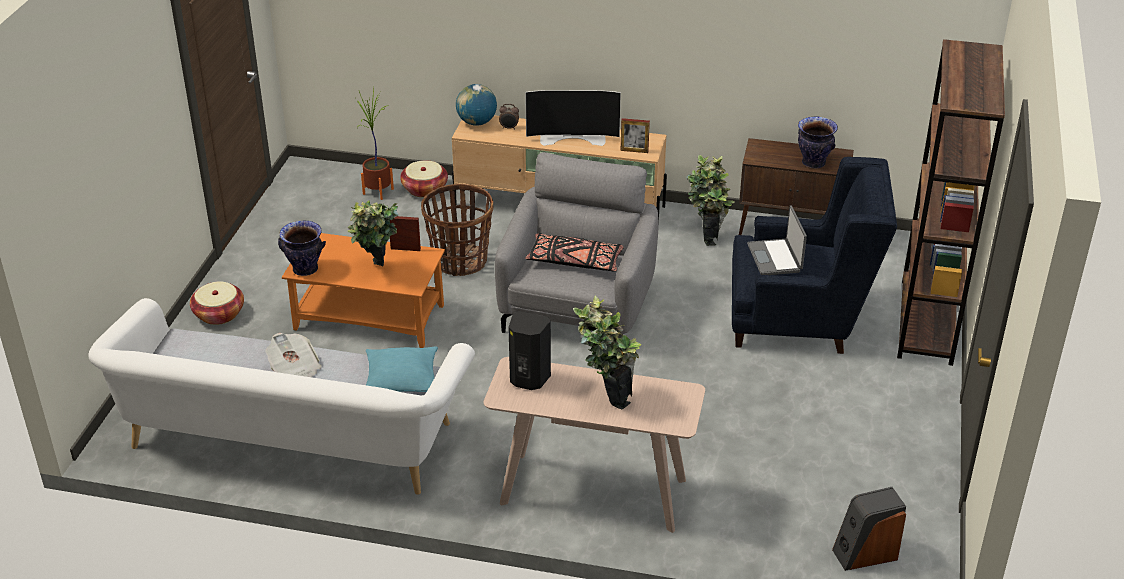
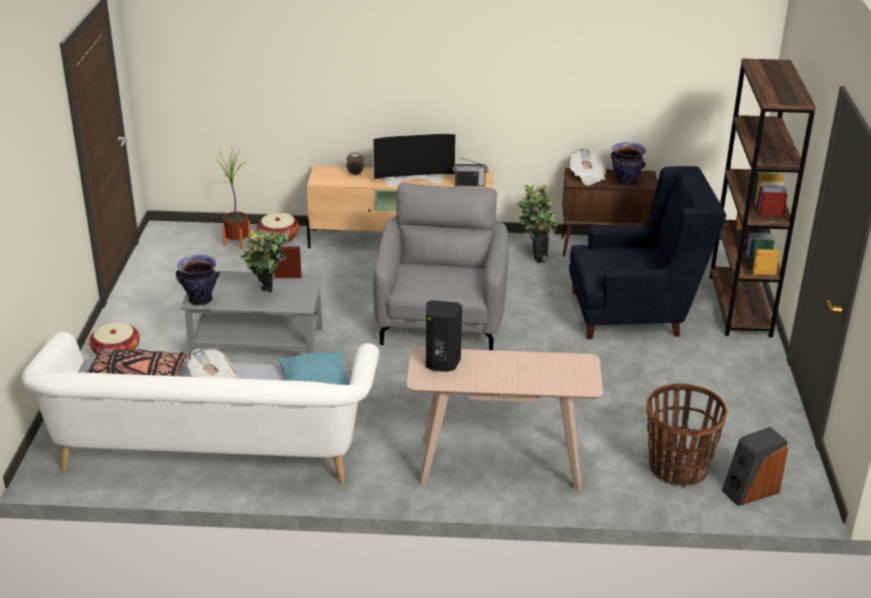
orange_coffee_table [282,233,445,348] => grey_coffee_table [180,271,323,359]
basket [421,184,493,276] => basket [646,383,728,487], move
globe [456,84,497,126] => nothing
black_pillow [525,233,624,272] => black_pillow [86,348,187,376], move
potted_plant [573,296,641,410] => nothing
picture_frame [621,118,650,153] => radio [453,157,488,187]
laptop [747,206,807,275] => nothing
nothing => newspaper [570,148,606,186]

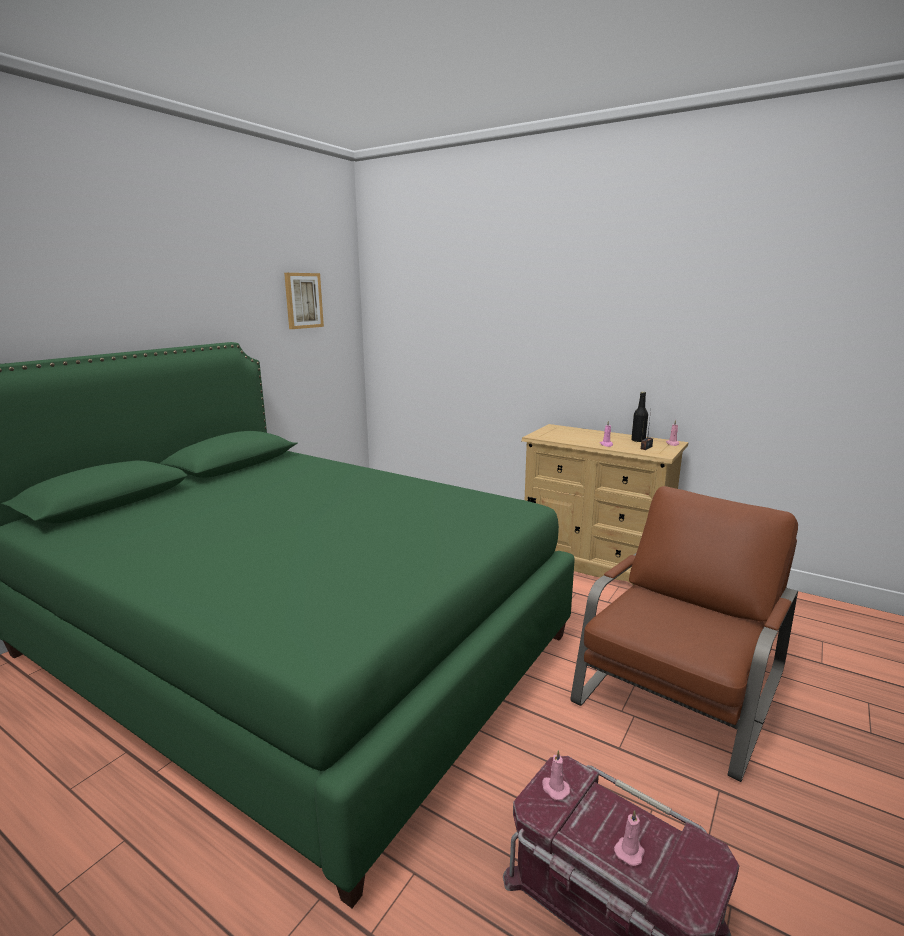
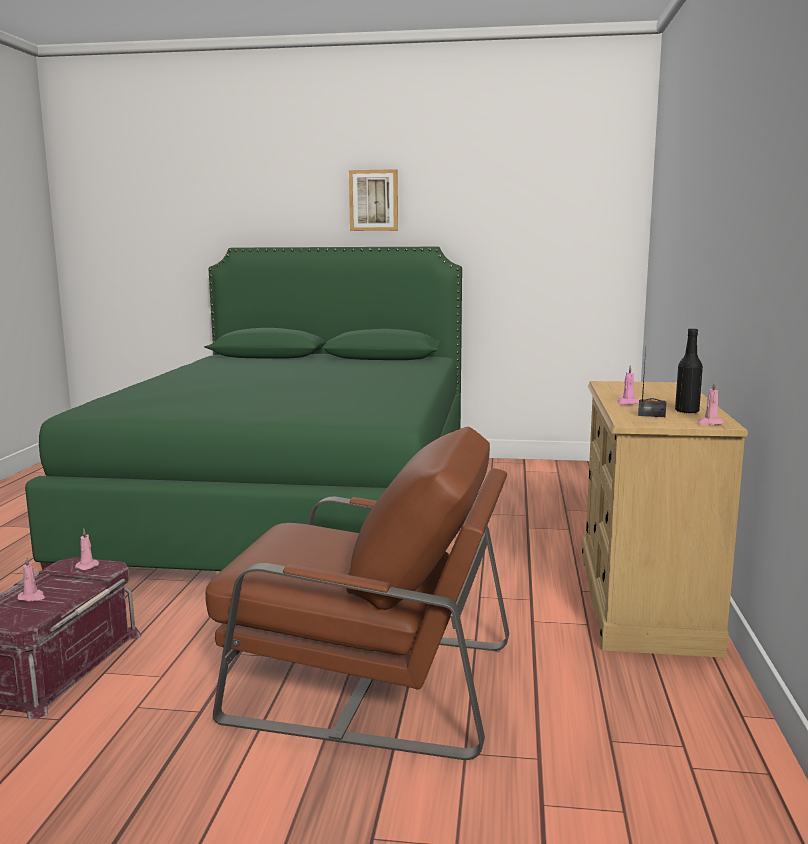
picture [284,273,324,329] => picture [349,169,398,231], move

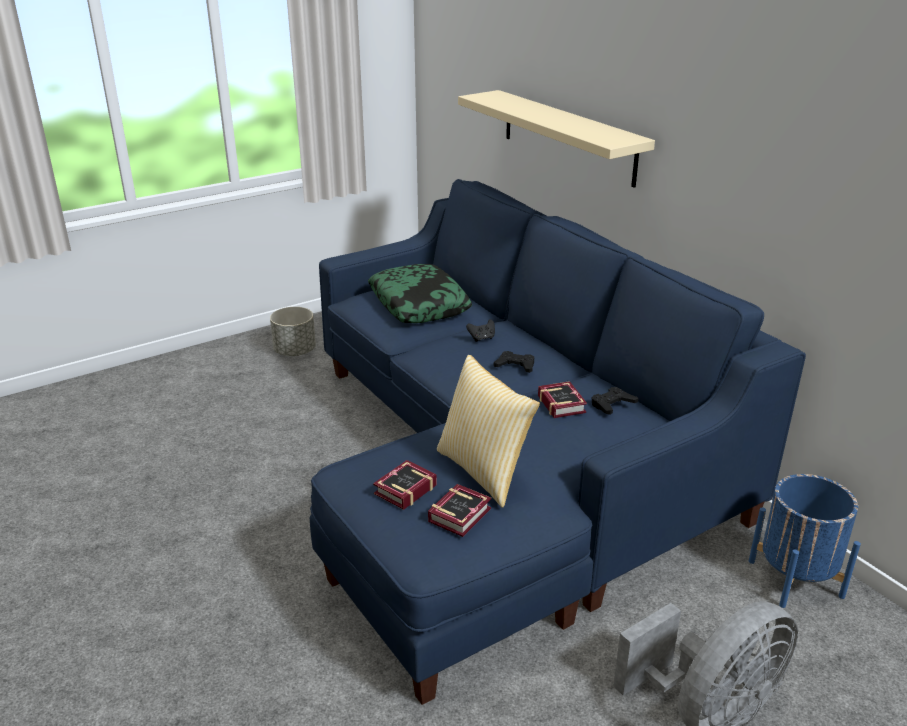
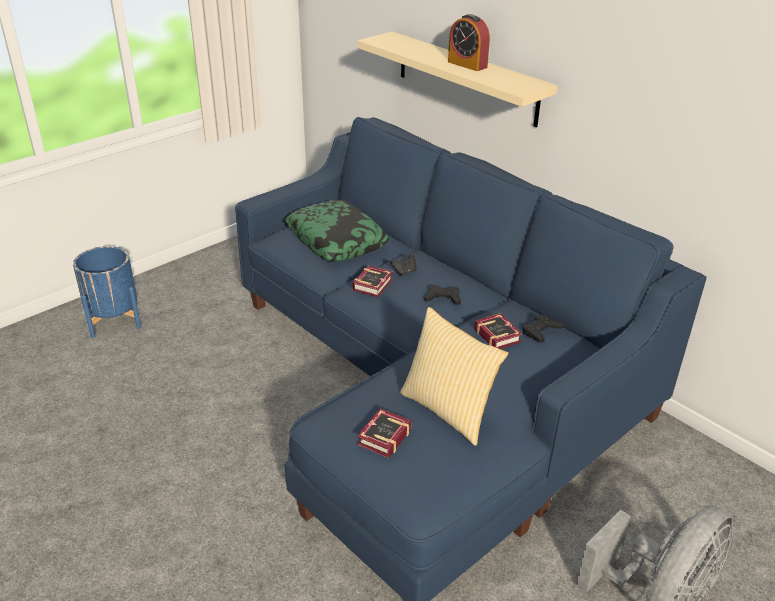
grey_planter [270,307,316,356] => nothing
book [428,484,491,537] => book [353,266,393,297], move
blue_planter [749,474,861,608] => blue_planter [73,246,141,338], move
nothing => alarm_clock [448,14,490,71]

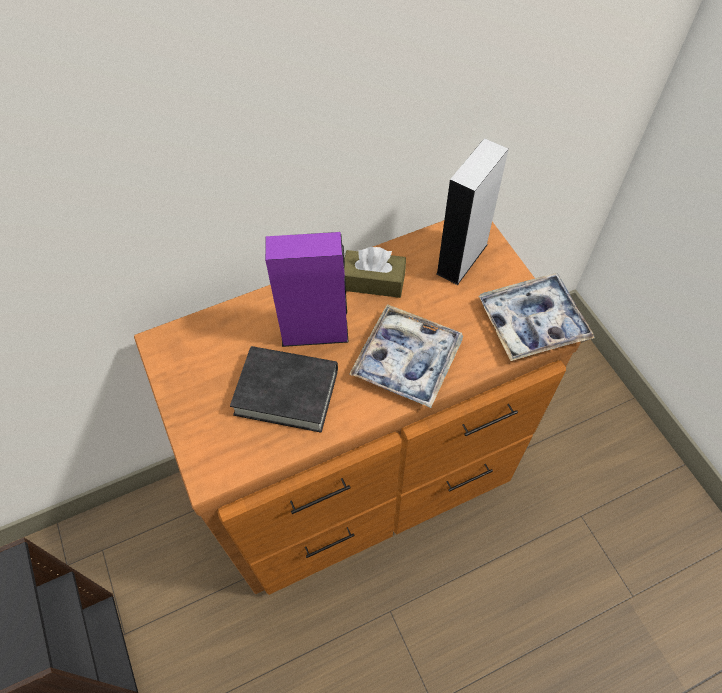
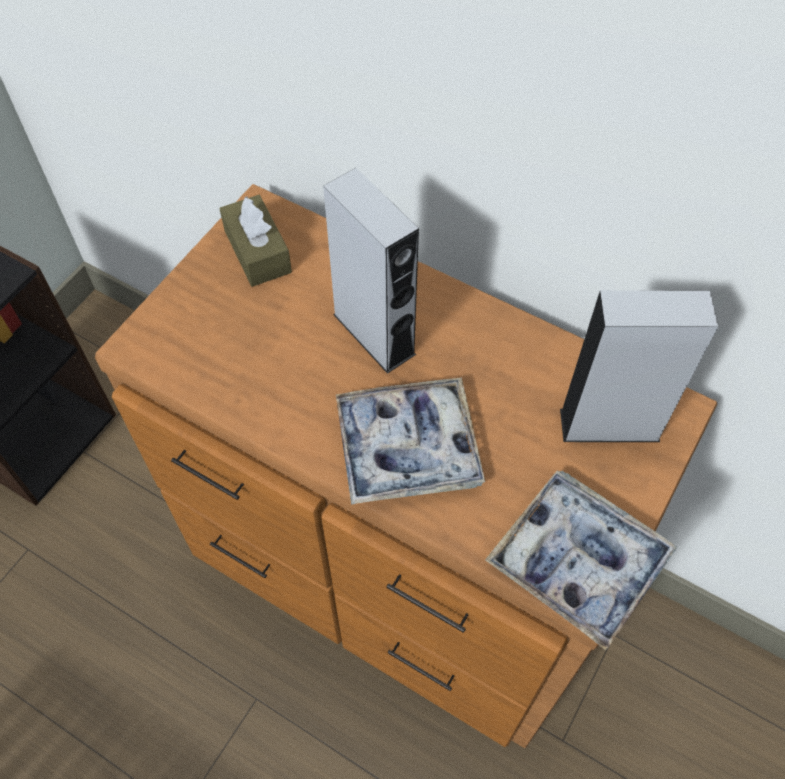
black_book [230,346,338,433] => nothing
purple_speaker [265,232,349,347] => grey_speaker [323,168,419,374]
brown_tissue_box [344,247,406,298] => brown_tissue_box [219,195,292,287], move

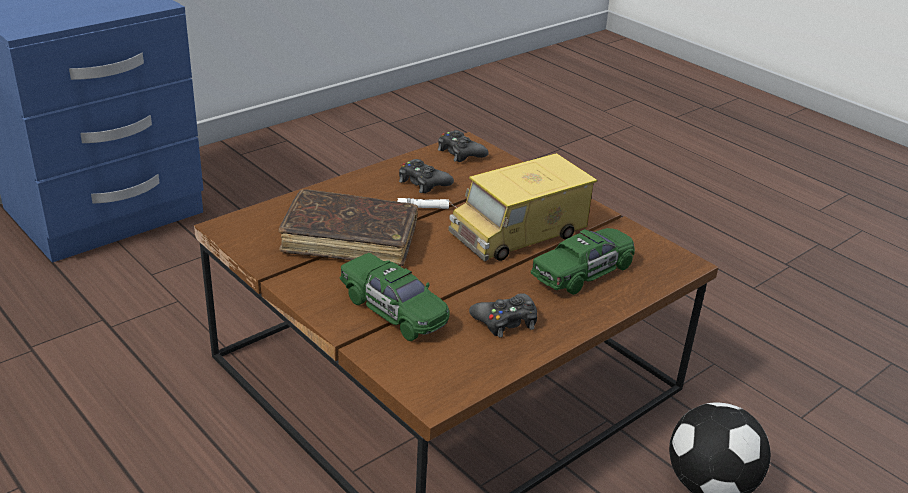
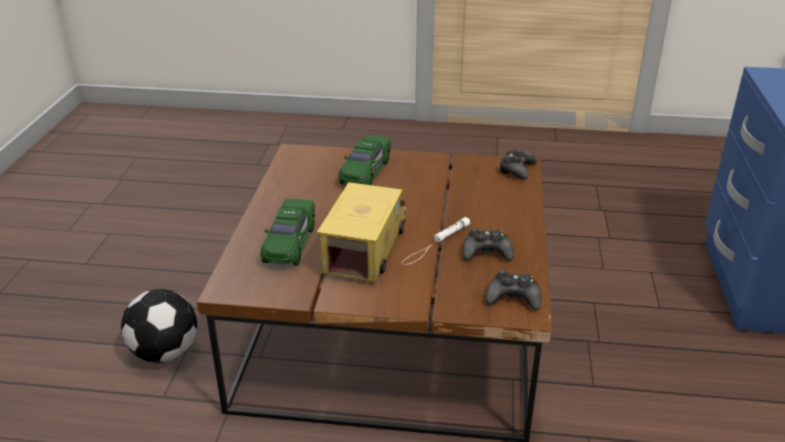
brown_book [279,189,418,267] => nothing
green_toy_car [340,253,450,341] => green_toy_car [338,135,391,185], 75 degrees counterclockwise
black_game_controller [469,293,537,337] => black_game_controller [499,149,537,180], move

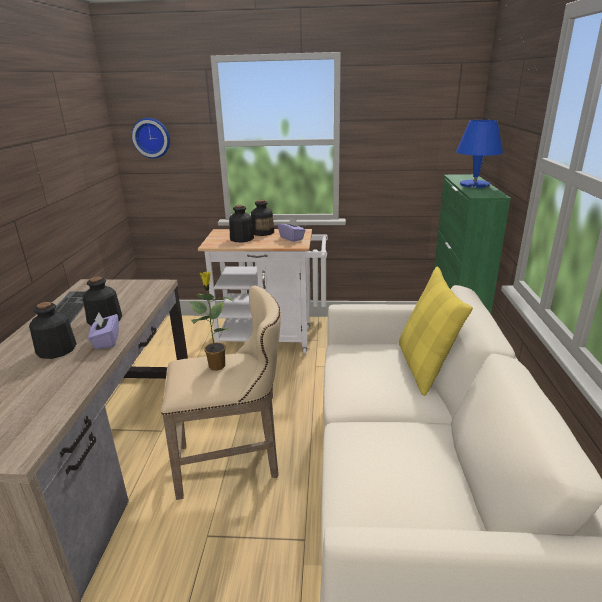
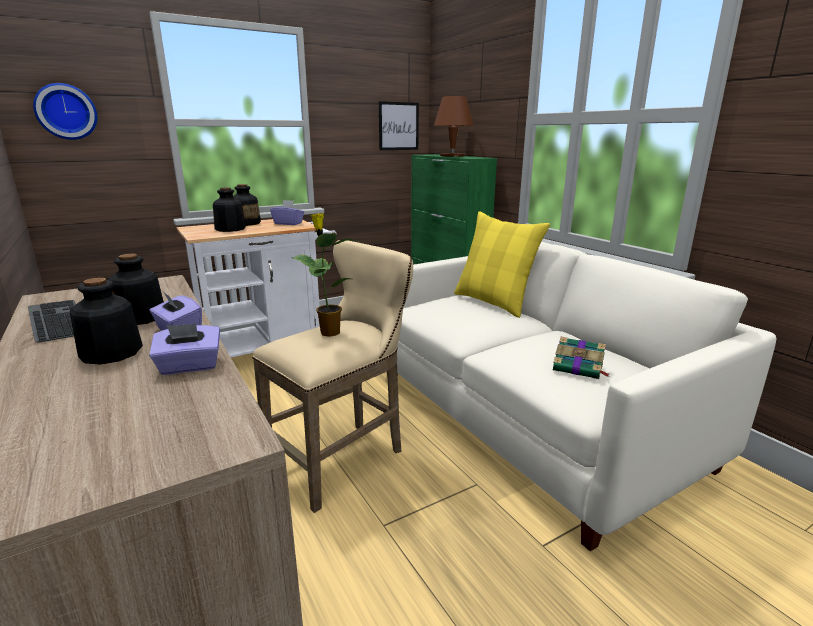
blue_table_lamp [456,120,503,188] => brown_table_lamp [434,96,474,157]
nothing => purple_tissue_box [149,323,220,375]
nothing => picture [379,101,419,150]
nothing => book [553,337,610,379]

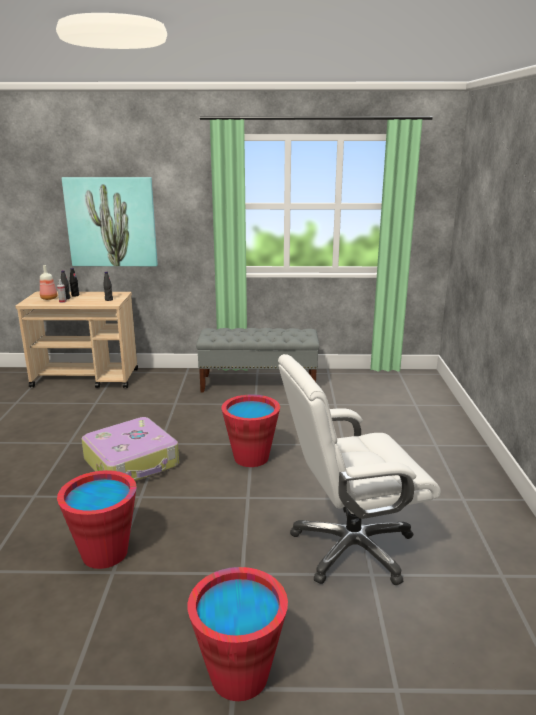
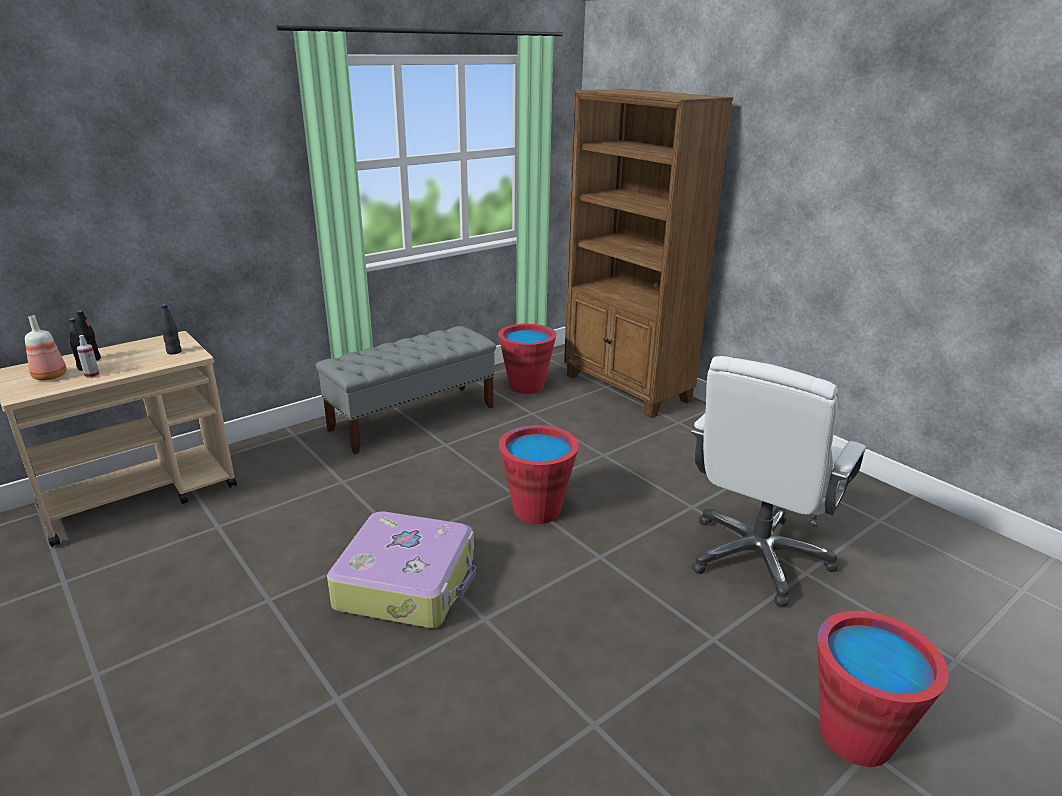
red_bucket [57,470,137,569] => red_bucket [498,324,556,394], move
picture [62,177,158,266] => nothing
nothing => brown_bookcase [564,89,733,418]

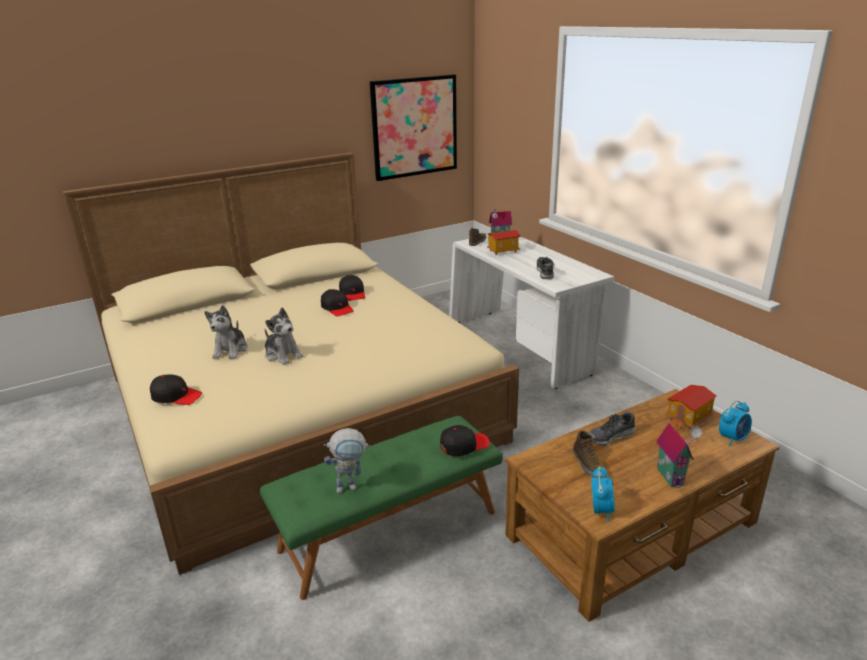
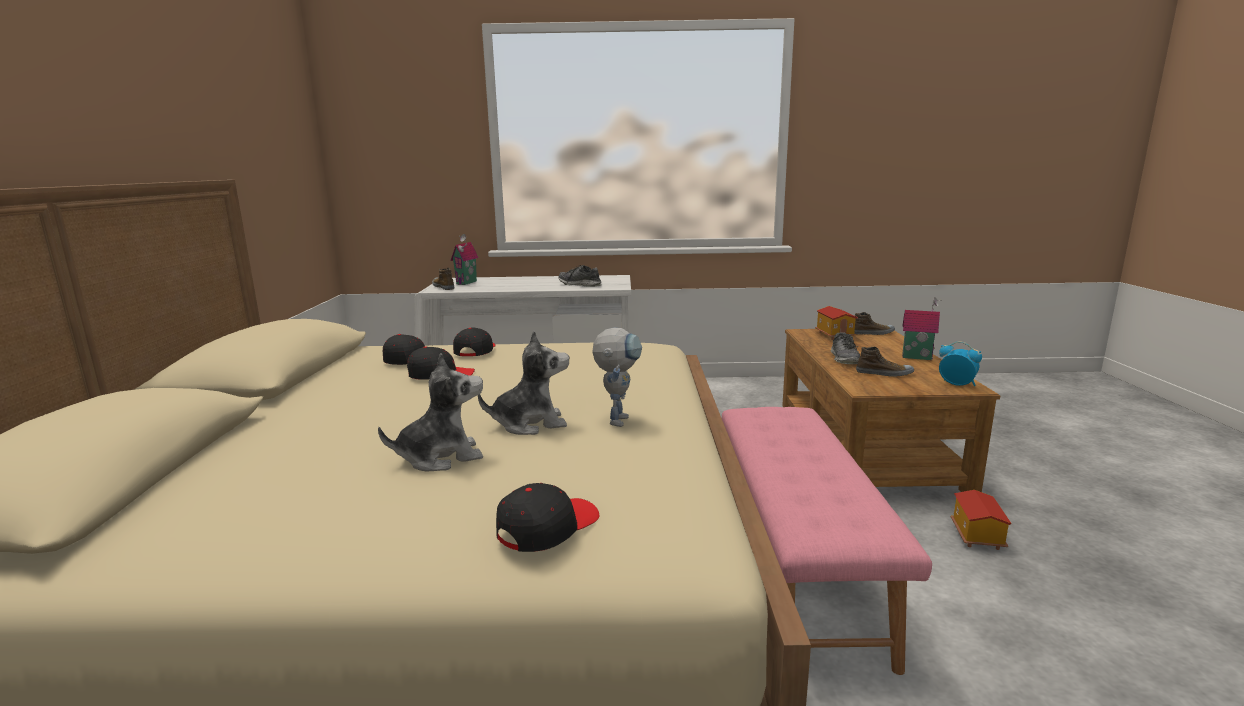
plush_toy [205,305,248,359] => plush_toy [378,353,483,471], 60 degrees counterclockwise
green_bench [260,415,503,600] => pink_bench [722,407,932,675]
toy_robot [324,428,371,493] => toy_robot [592,328,642,427], move
picture [370,74,457,181] => nothing
black_cap [440,425,490,457] => black_cap [453,328,496,356], move
toy_house [487,230,521,255] => toy_house [951,490,1012,550], move
alarm_clock [719,401,752,446] => shoe [854,312,895,335]

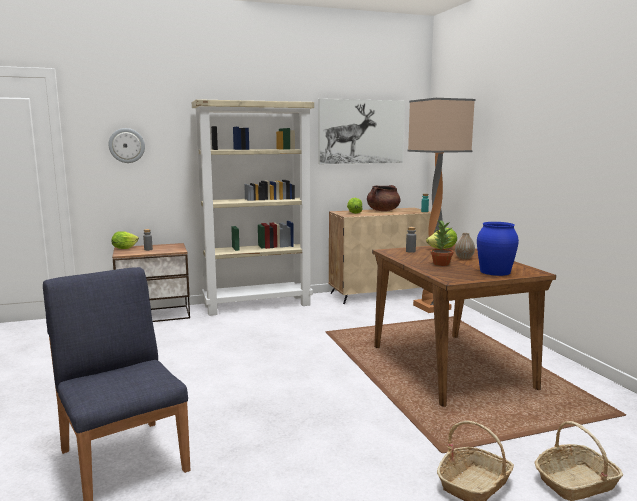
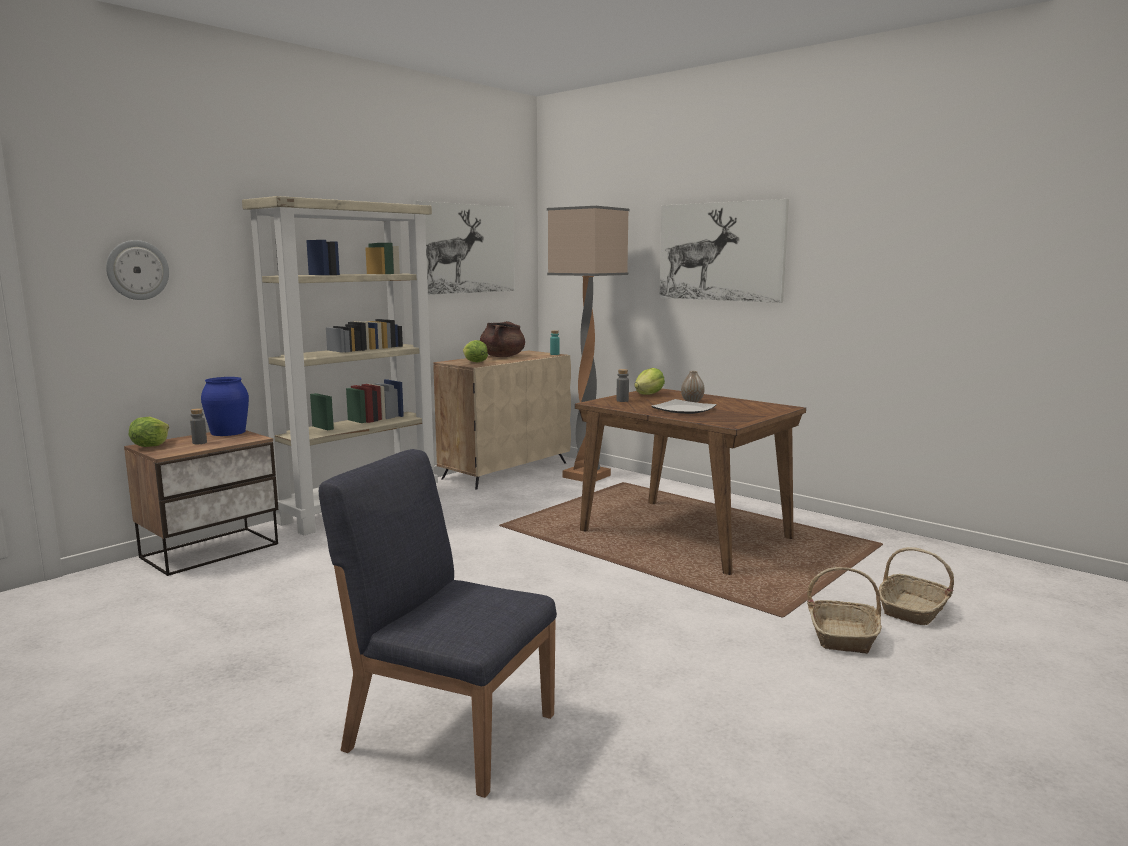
potted_plant [431,220,453,266] => plate [651,399,717,414]
blue_vase [477,222,519,276] => blue_vase [201,377,249,436], move
nothing => picture [659,199,789,303]

